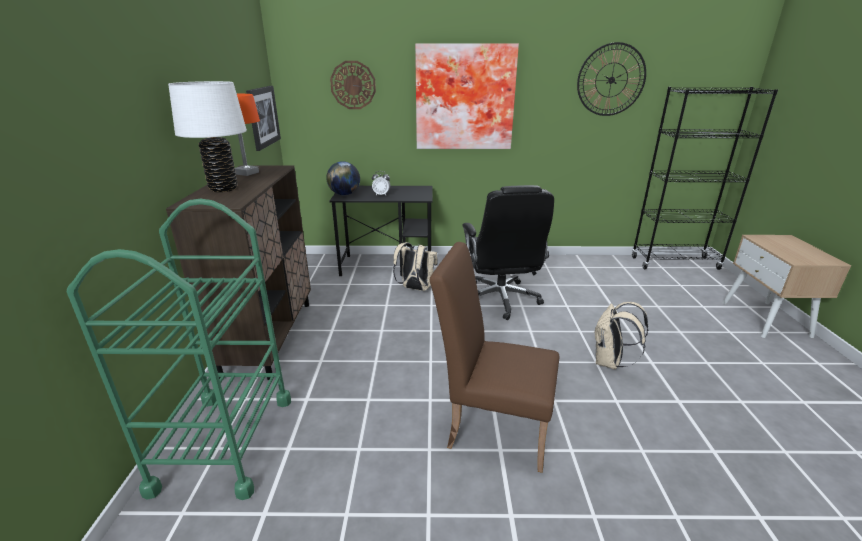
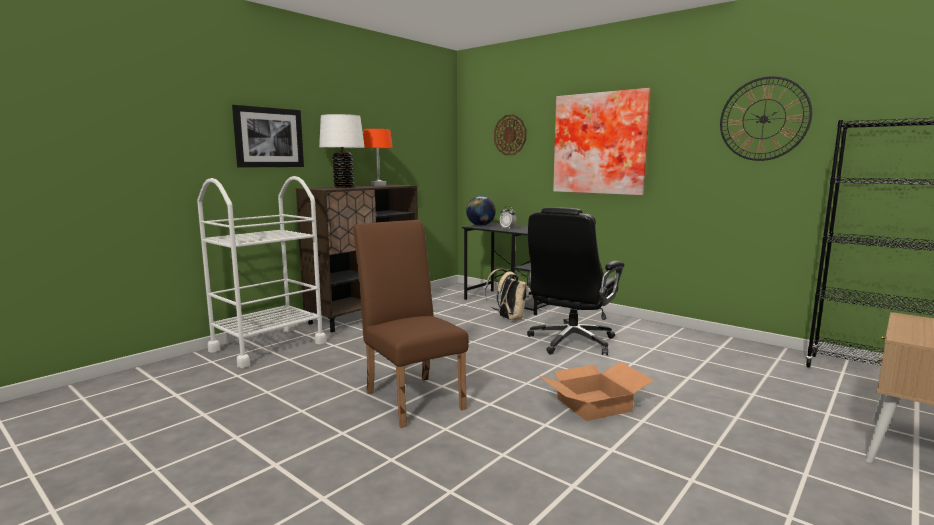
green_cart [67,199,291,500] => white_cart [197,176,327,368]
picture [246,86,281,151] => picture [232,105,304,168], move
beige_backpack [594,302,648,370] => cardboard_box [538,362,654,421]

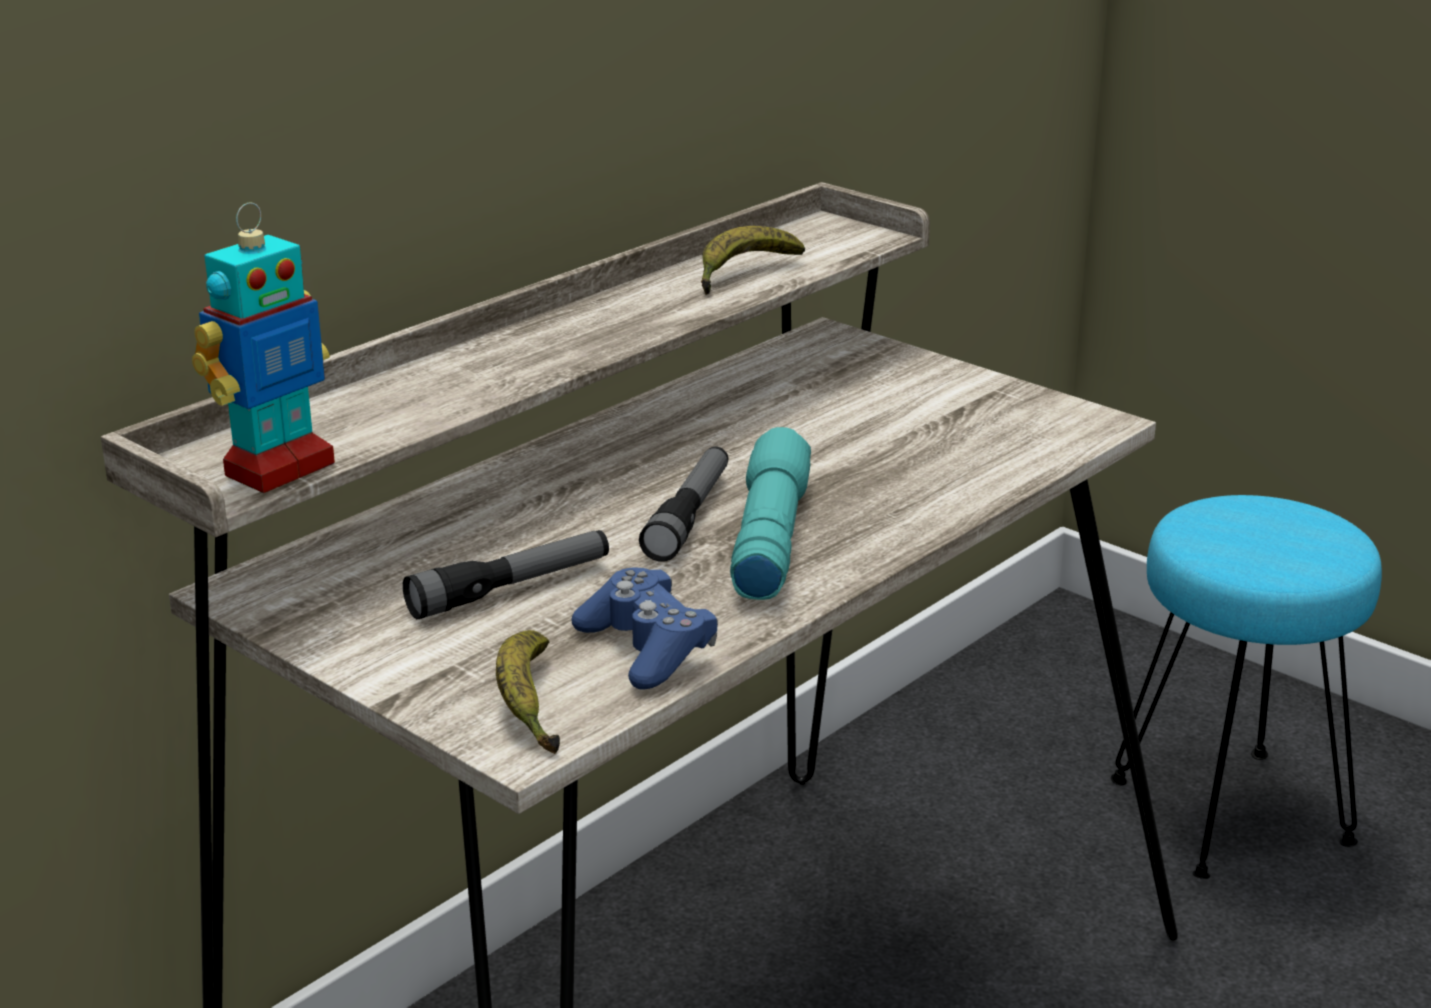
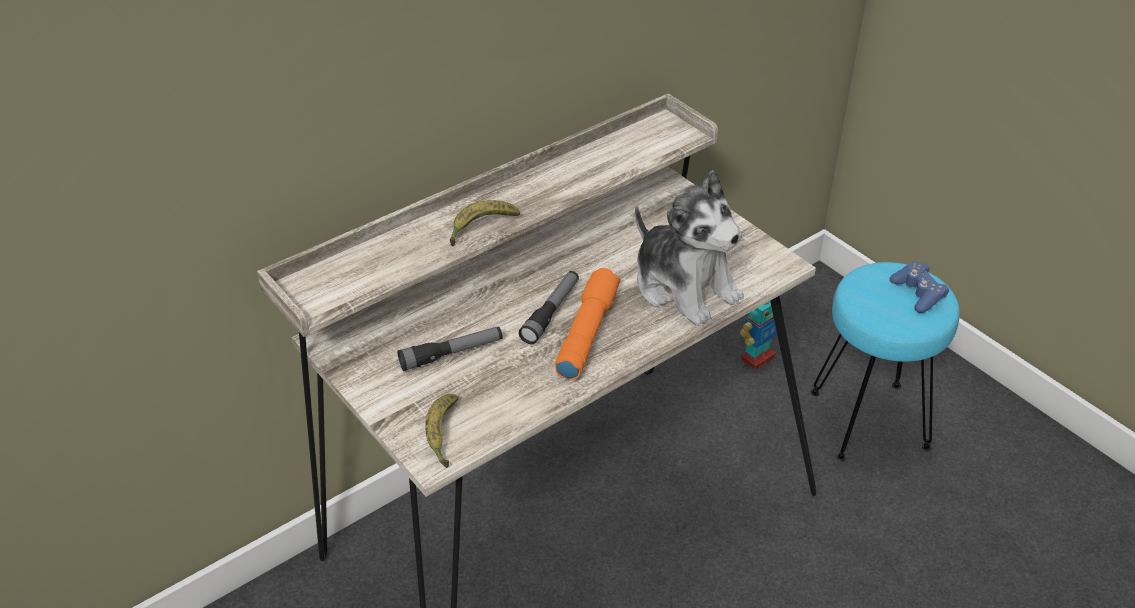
toy_robot [192,202,335,493] => toy_robot [740,301,777,370], move
blue_game_controller [572,567,718,690] => blue_game_controller [890,262,949,313], move
banana [701,226,805,295] => banana [450,200,520,246], move
turquoise_flashlight [730,427,811,600] => orange_flashlight [555,268,620,380]
nothing => plush_toy [635,170,744,326]

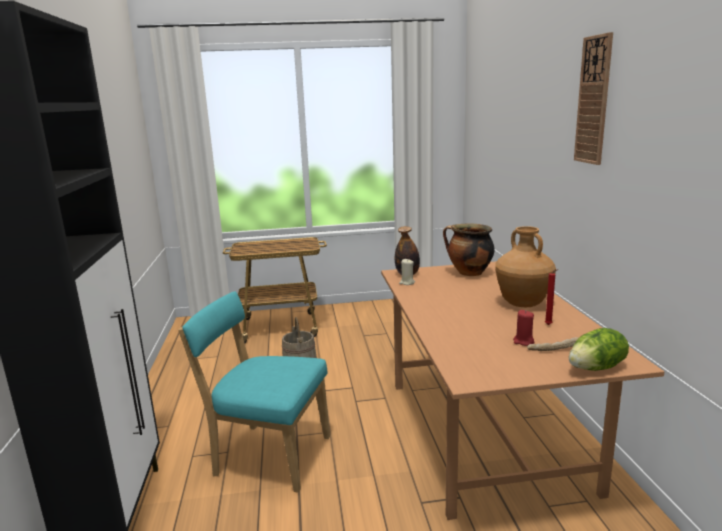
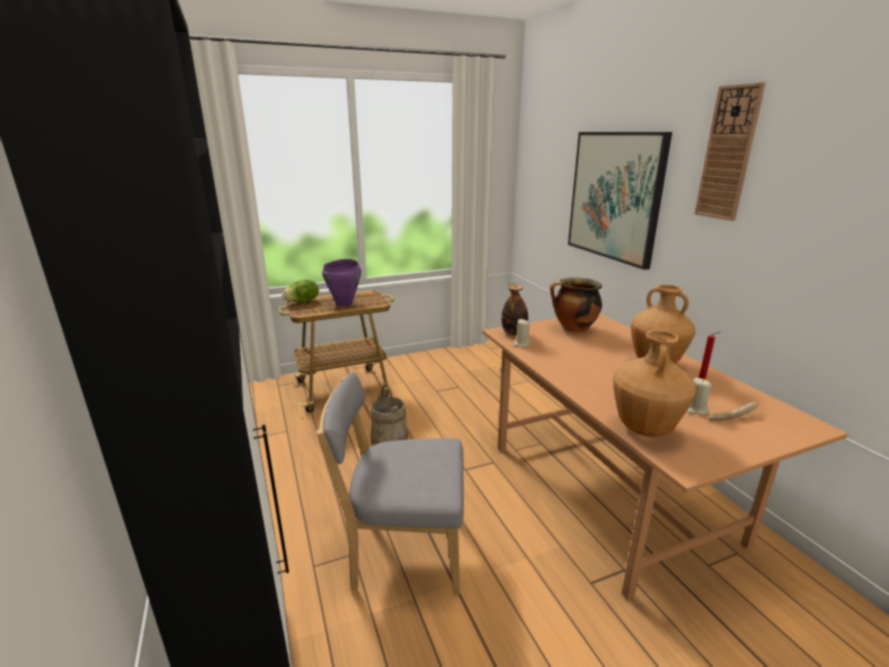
turquoise_chair [178,291,330,493] => grey_chair [316,372,464,595]
red_candle [513,310,534,346] => beige_candle [688,378,712,415]
lettuce [569,328,629,371] => lettuce [282,280,319,302], move
nothing => purple_cooking_pot [322,259,361,306]
nothing => picture [568,132,672,270]
nothing => brown_vase [613,330,697,437]

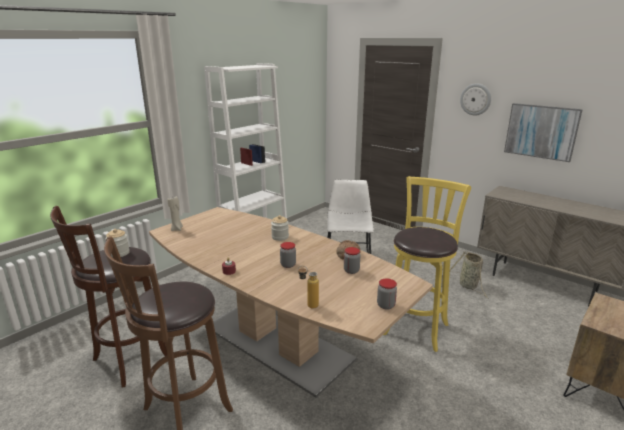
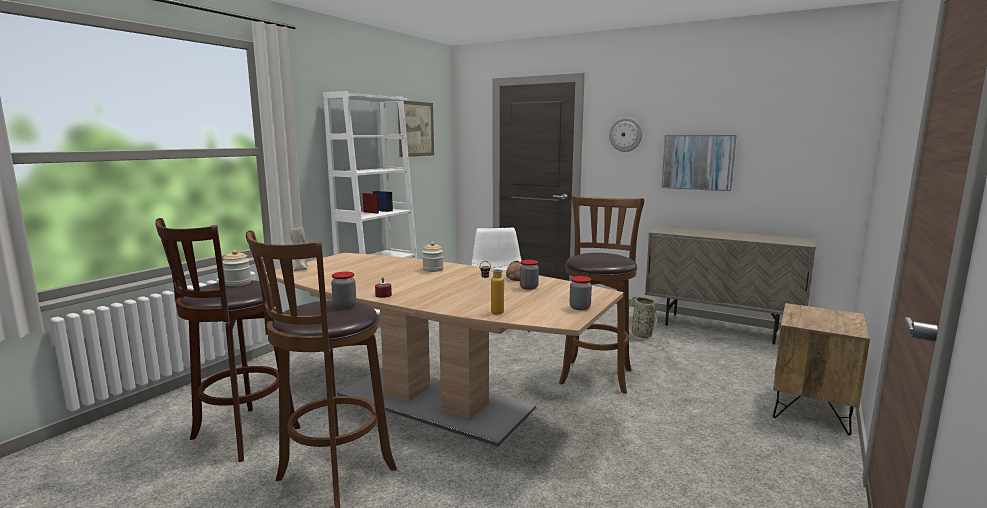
jar [280,242,296,268] => jar [331,272,356,309], move
yellow_stool [383,176,471,352] => brown_stool [559,196,644,394]
nothing => picture [398,101,434,157]

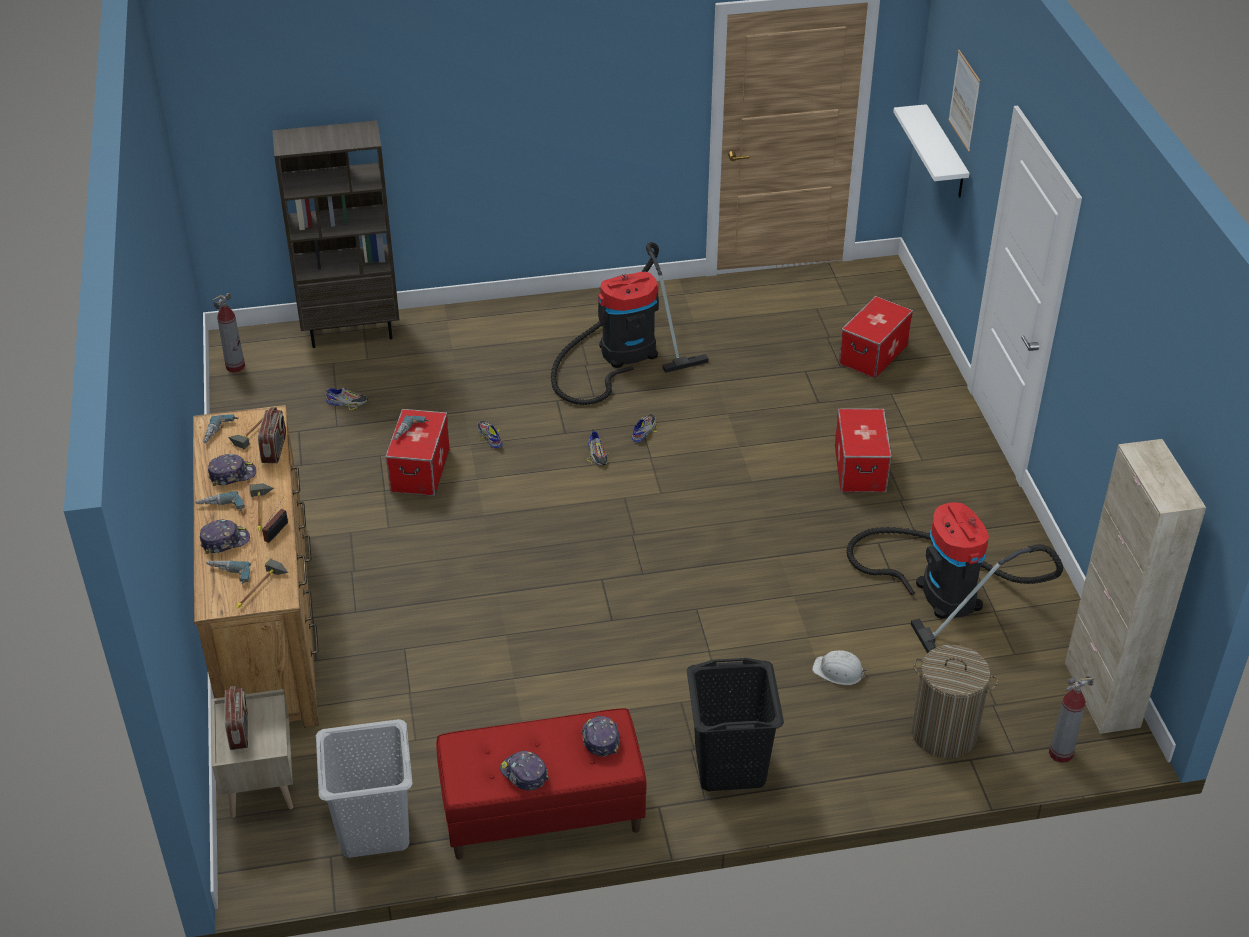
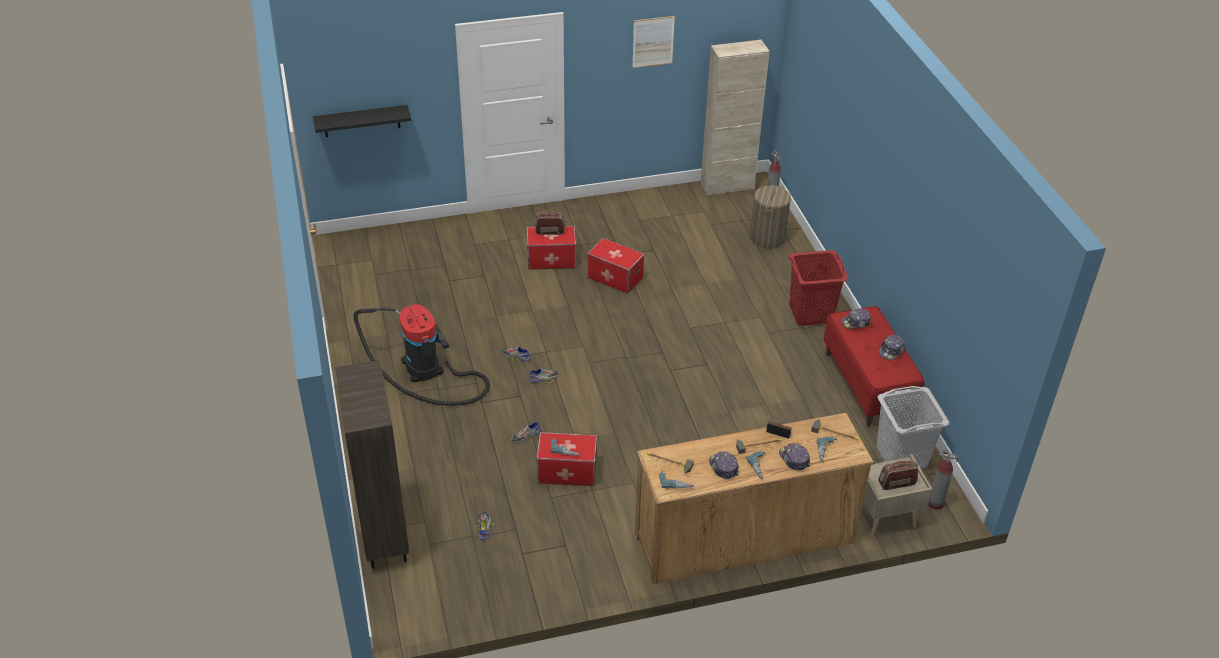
fire_extinguisher [213,293,245,373] => fire_extinguisher [928,450,959,510], move
radio [258,407,286,463] => radio [535,210,565,235], move
black_laundry_basket [687,658,784,791] => red_laundry_basket [789,250,848,326]
white_hard_hat [812,650,867,685] => nothing
storage_box [839,296,913,379] => storage_box [587,238,645,294], move
vacuum_cleaner [847,502,1063,653] => nothing
white_shelf [893,104,970,198] => black_shelf [313,105,411,137]
picture [948,50,980,152] => picture [632,16,675,68], move

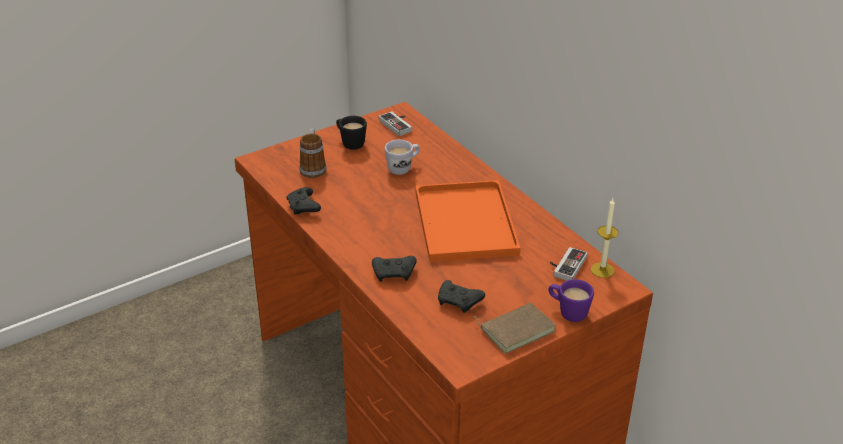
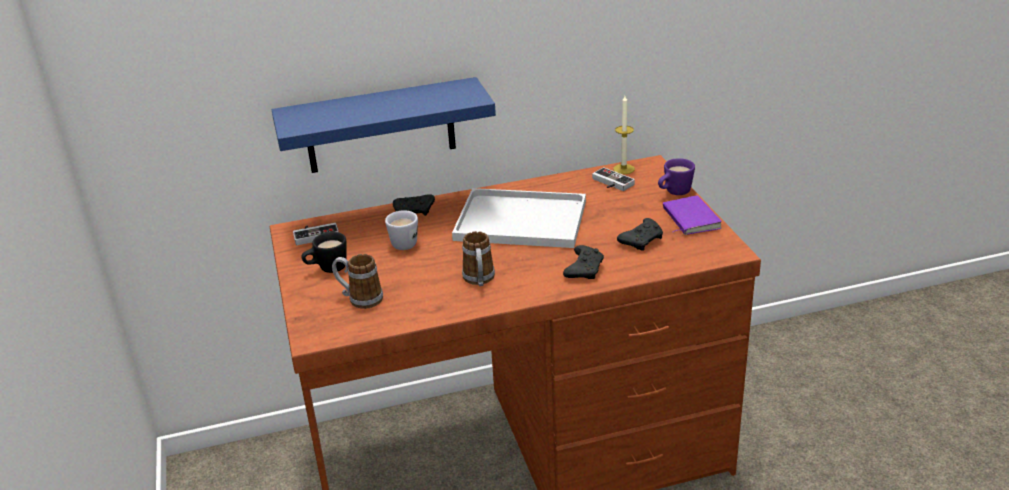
black_game_controller [286,187,321,214] => black_game_controller [393,194,435,216], move
orange_tray [415,180,521,262] => white_tray [452,188,586,248]
brown_book [473,302,556,354] => purple_book [663,195,722,235]
nothing => blue_shelf [272,77,496,173]
nothing => mug [462,231,495,286]

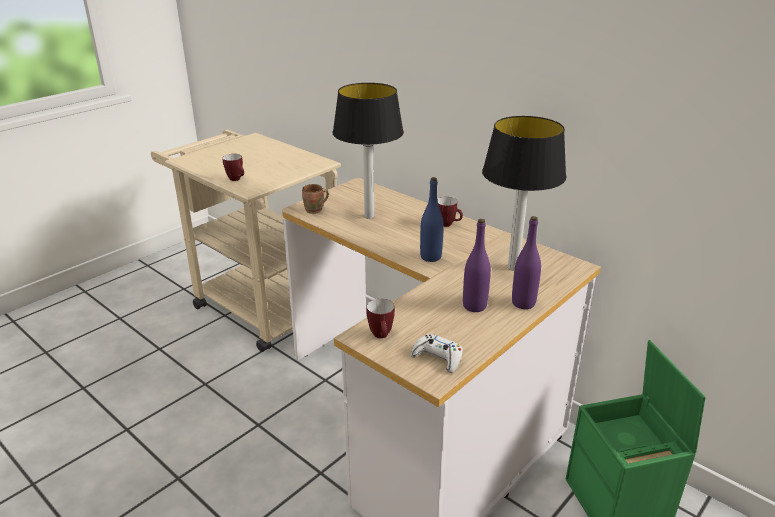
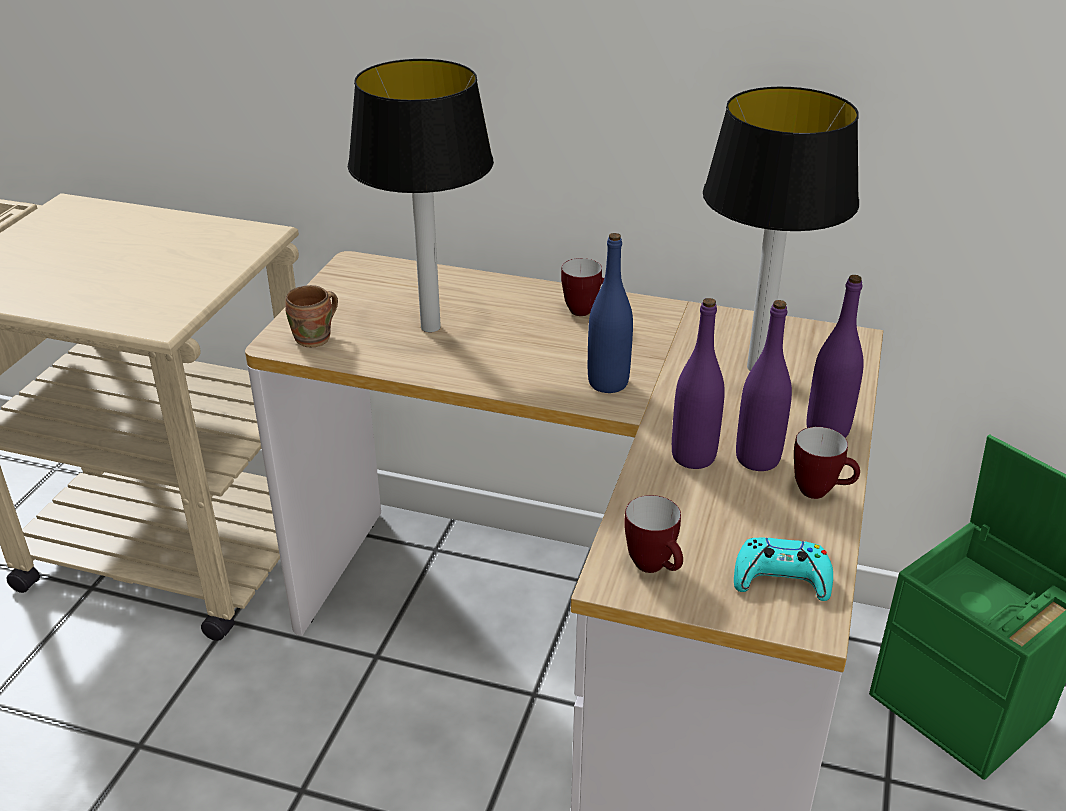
mug [222,154,244,181] => mug [794,427,860,499], move
white_game_controller [411,334,463,373] => turquoise_game_controller [734,537,833,601]
nothing => purple_bottle [672,298,725,469]

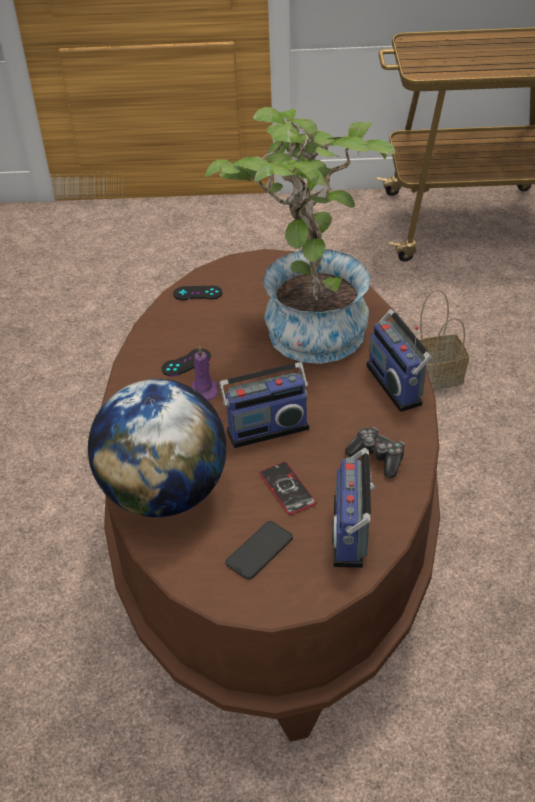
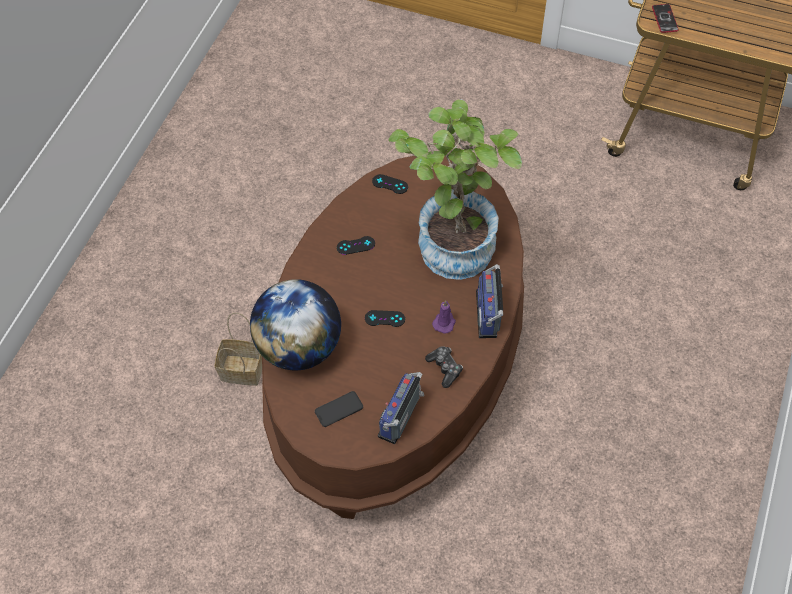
purple_candle [191,345,218,400] => purple_candle [432,300,456,334], move
radio [219,342,309,448] => black_game_controller [365,310,405,327]
phone [259,462,317,515] => phone [652,4,679,33], move
basket [419,289,469,390] => basket [215,313,262,386], move

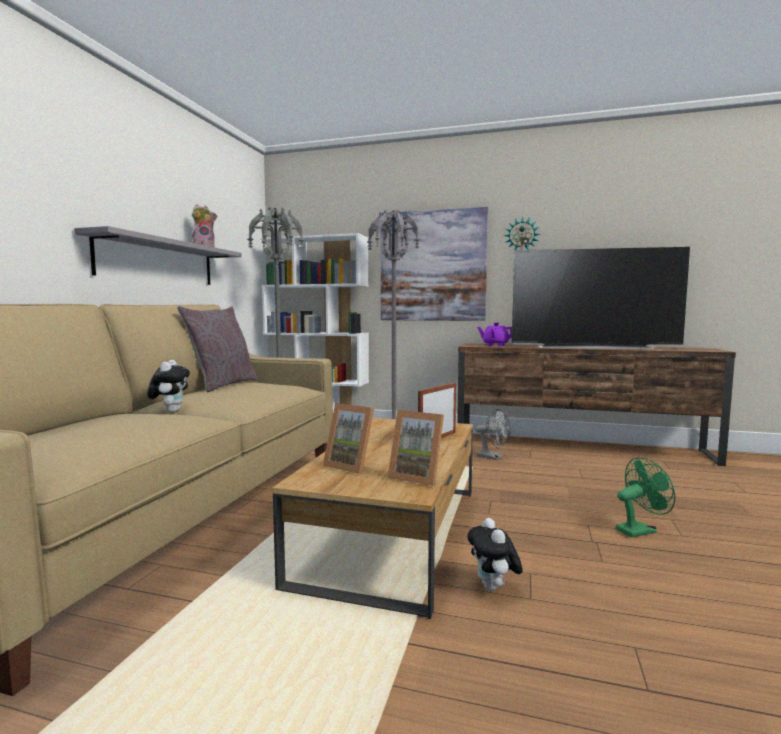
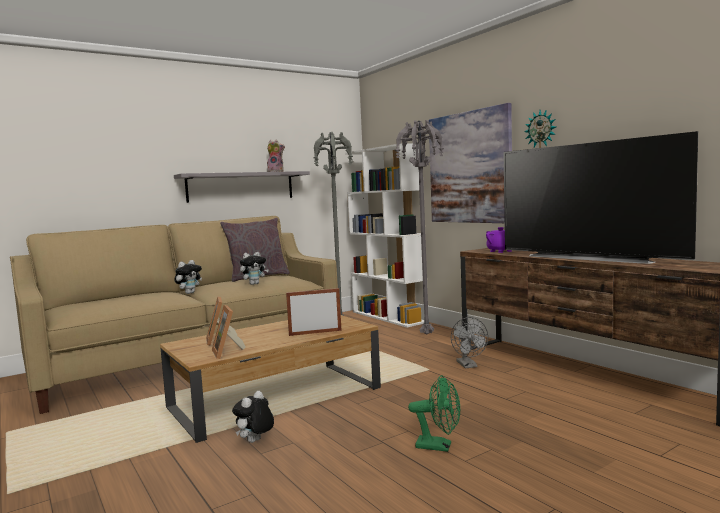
nothing => plush_toy [240,252,269,285]

